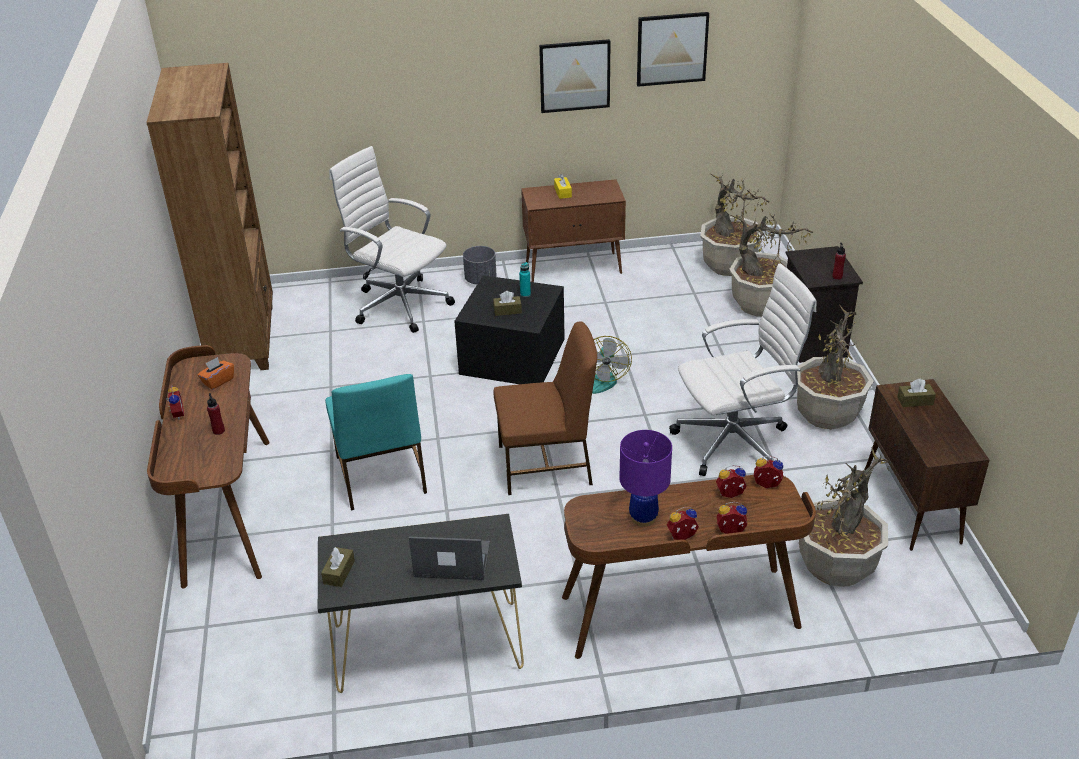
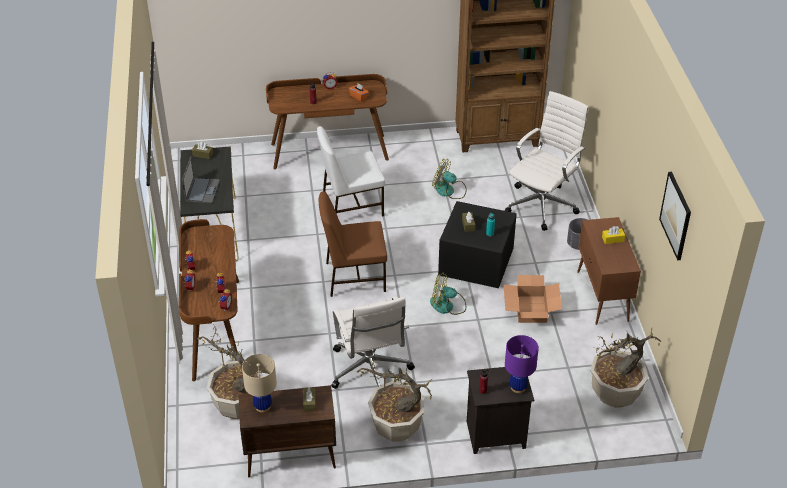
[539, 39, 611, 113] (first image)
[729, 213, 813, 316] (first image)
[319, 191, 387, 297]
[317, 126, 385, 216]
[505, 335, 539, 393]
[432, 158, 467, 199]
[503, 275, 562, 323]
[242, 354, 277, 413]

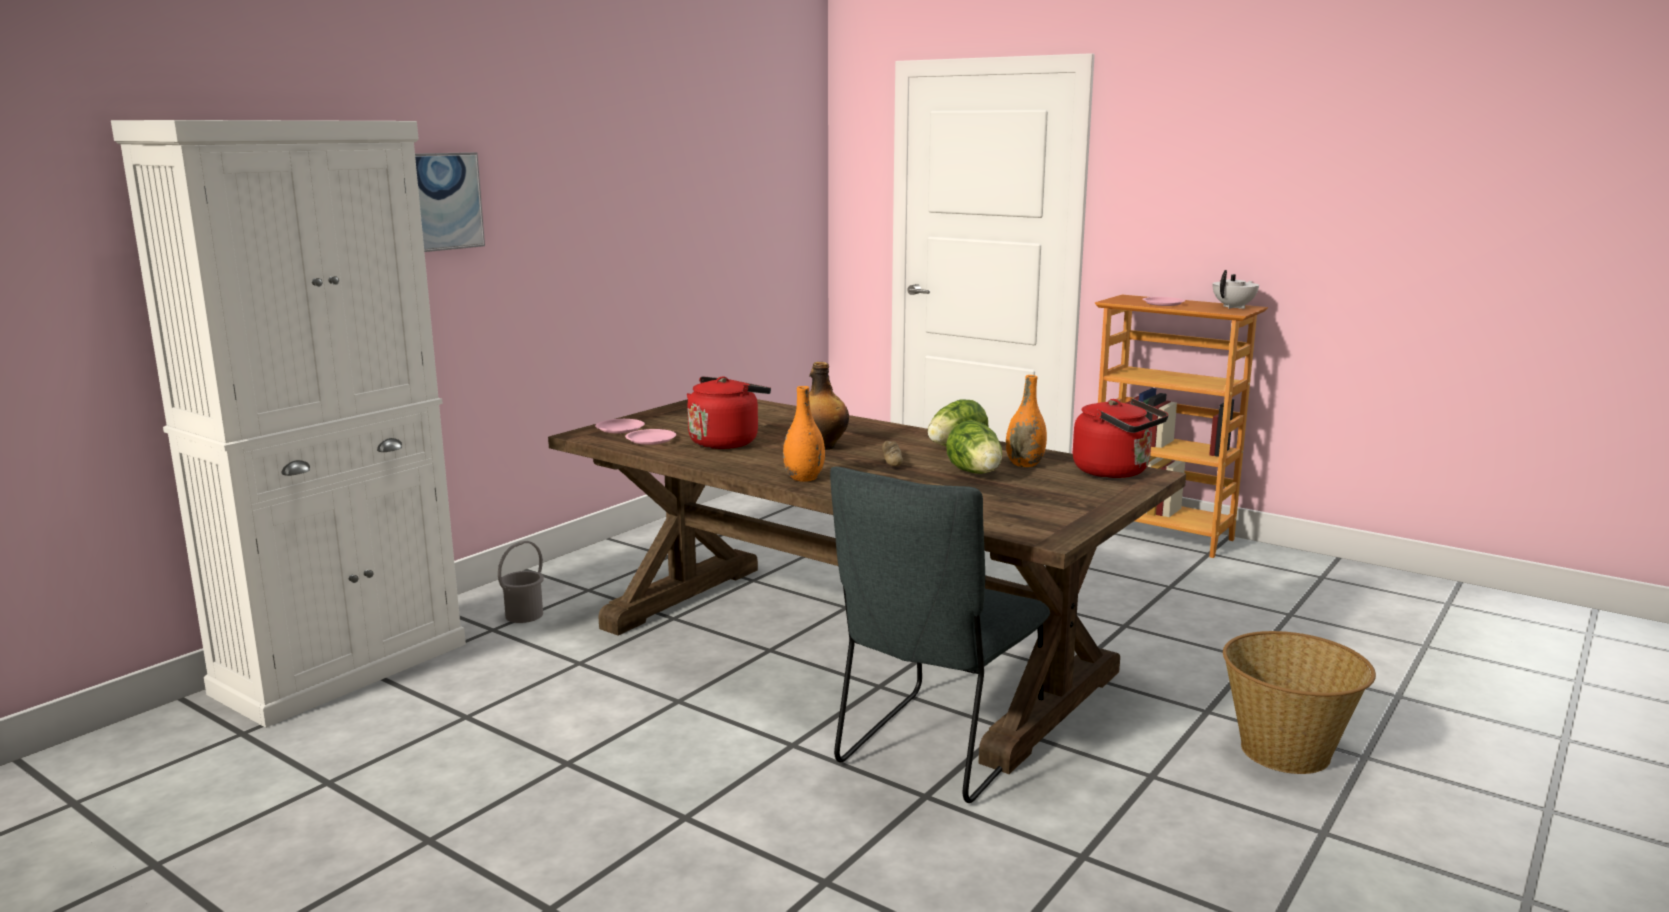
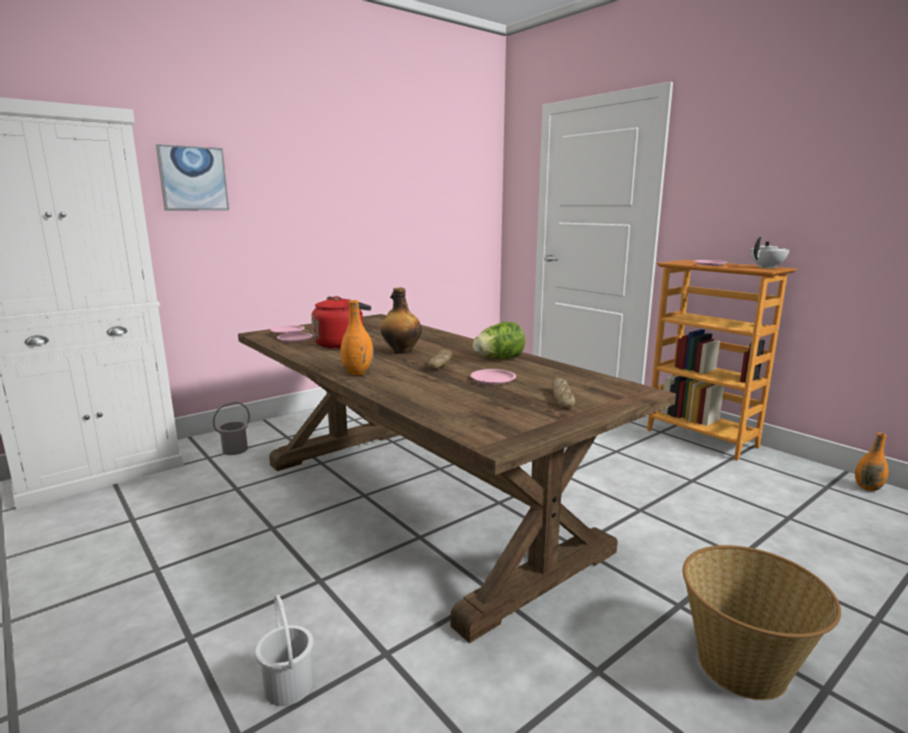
[855, 433, 888, 491]
[1073, 398, 1168, 478] (first image)
[470, 369, 516, 385]
[830, 467, 1050, 803] (first image)
[552, 378, 575, 409]
[255, 595, 313, 706]

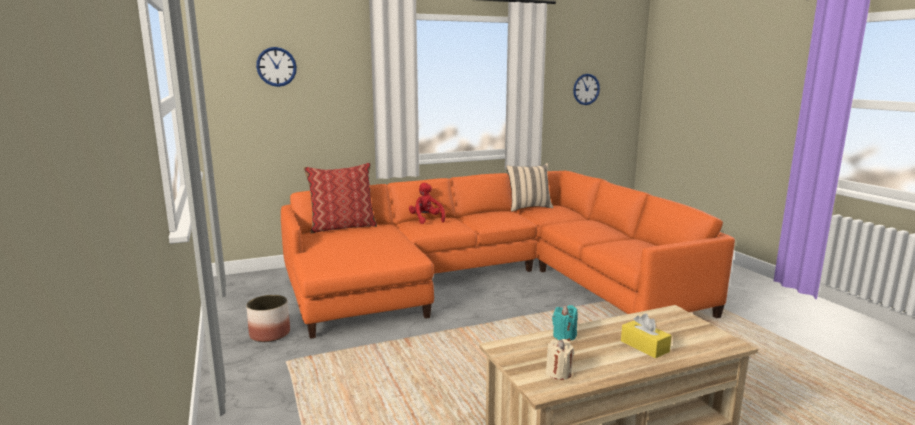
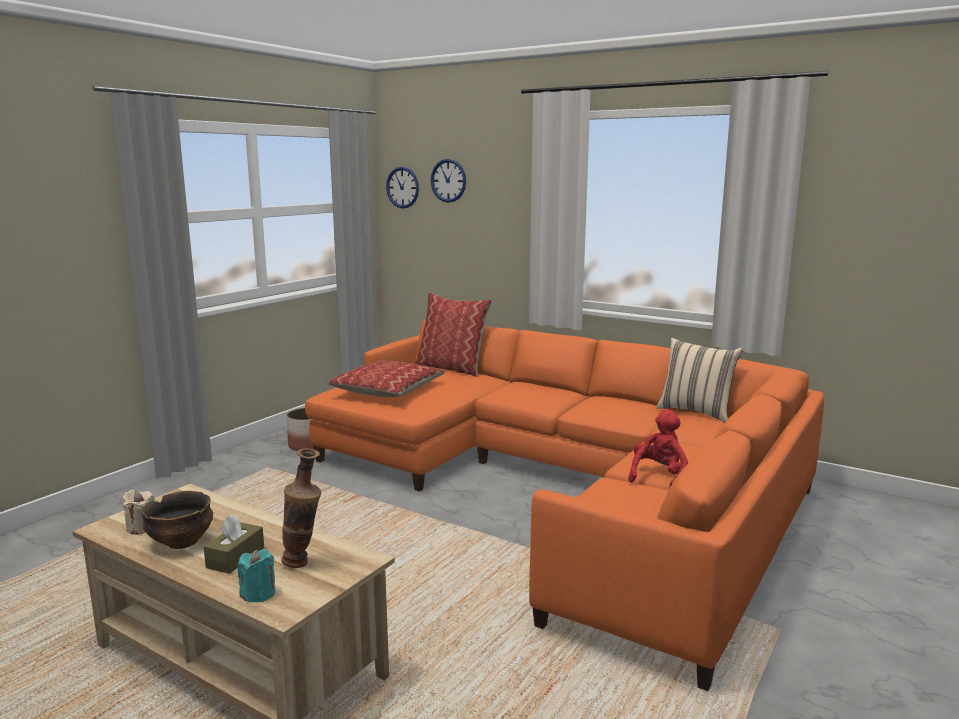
[386, 167, 419, 209]
[628, 409, 688, 489]
[237, 549, 275, 602]
[204, 514, 264, 574]
[327, 360, 445, 397]
[281, 449, 322, 568]
[140, 491, 213, 549]

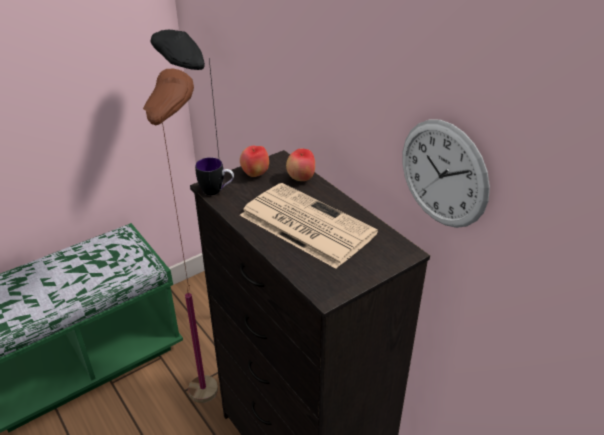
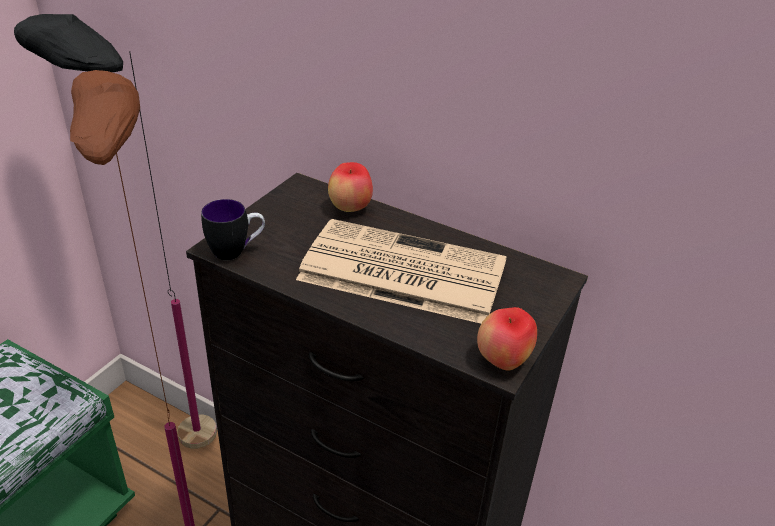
[402, 120, 490, 228] (first image)
[477, 307, 537, 371]

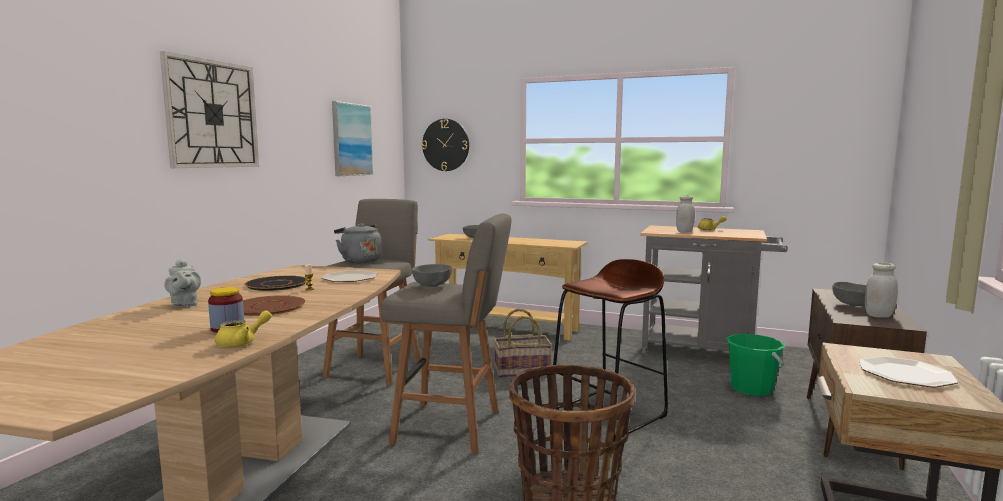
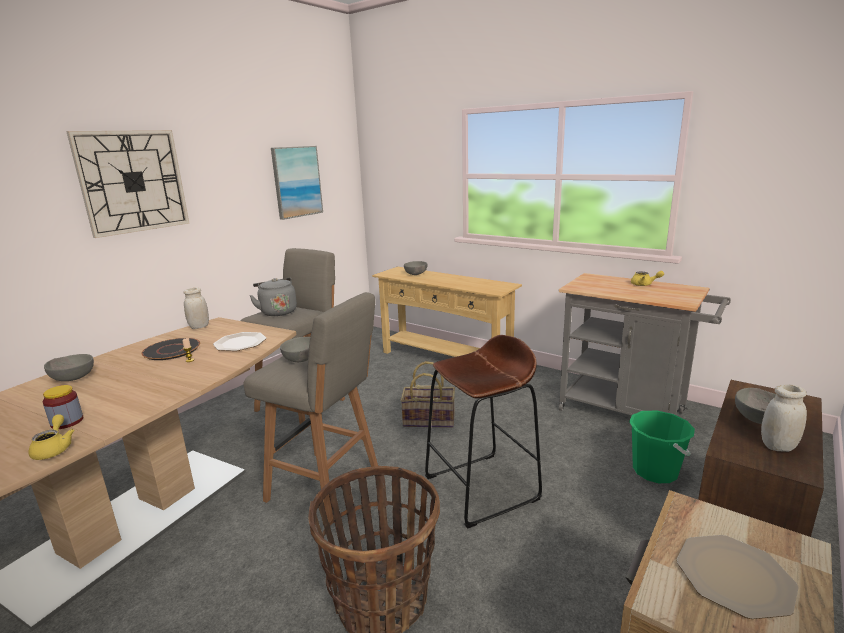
[422, 119, 469, 171] (first image)
[184, 288, 209, 329]
[44, 354, 94, 381]
[243, 295, 305, 316] (first image)
[28, 414, 74, 460]

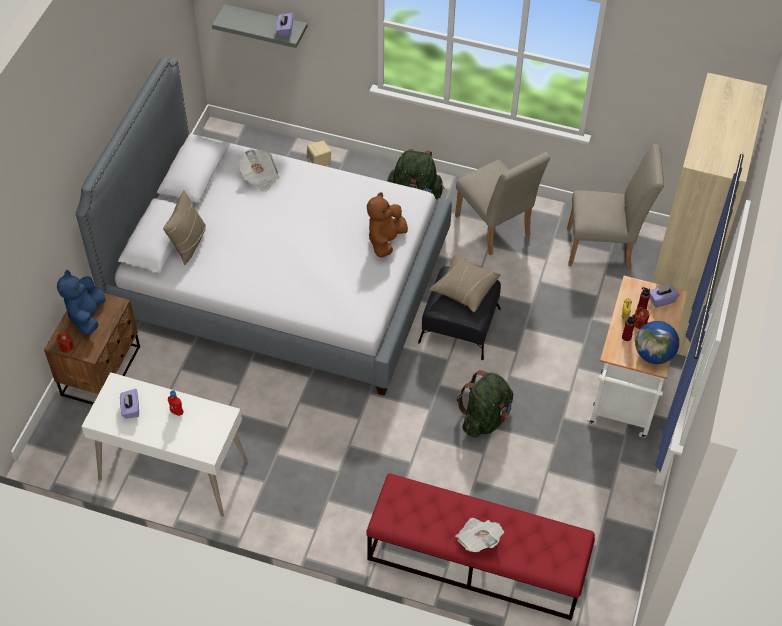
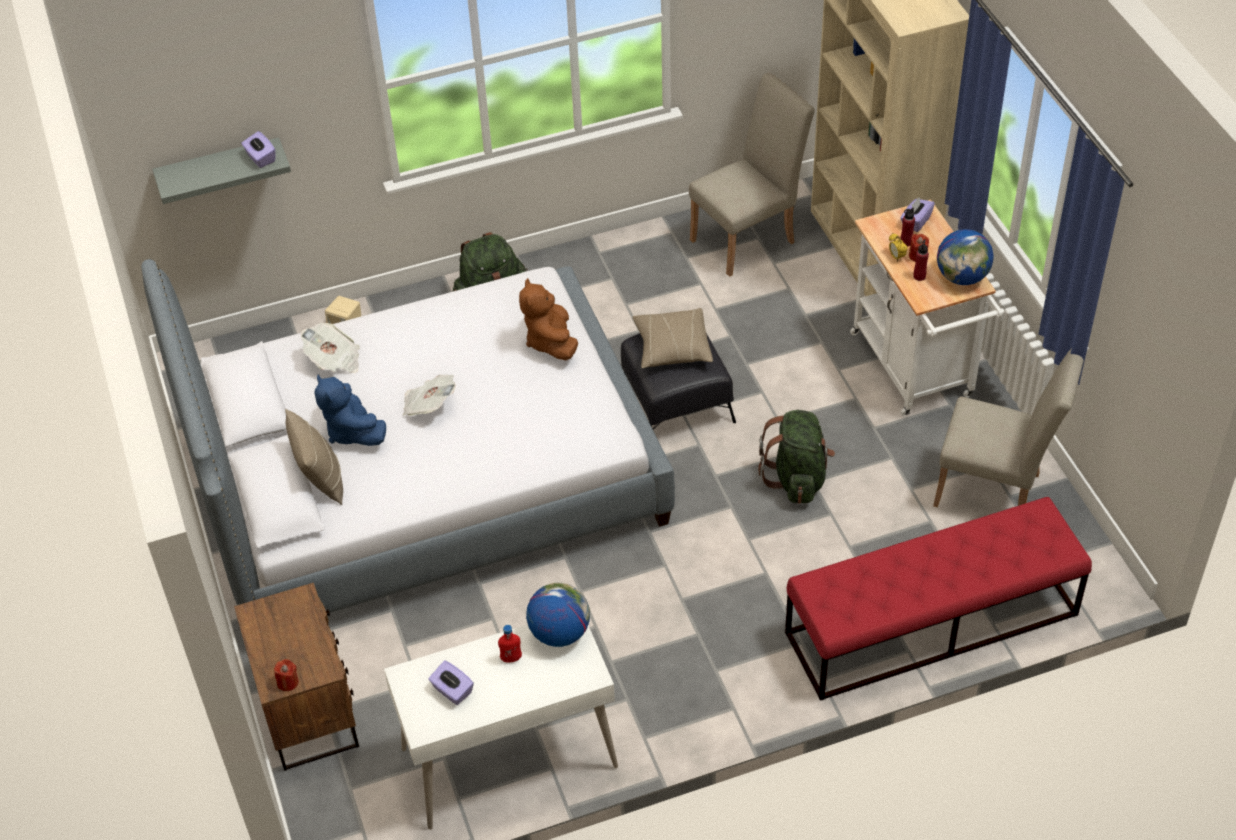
[933, 348, 1084, 507]
[314, 375, 386, 446]
[403, 375, 456, 416]
[526, 583, 590, 647]

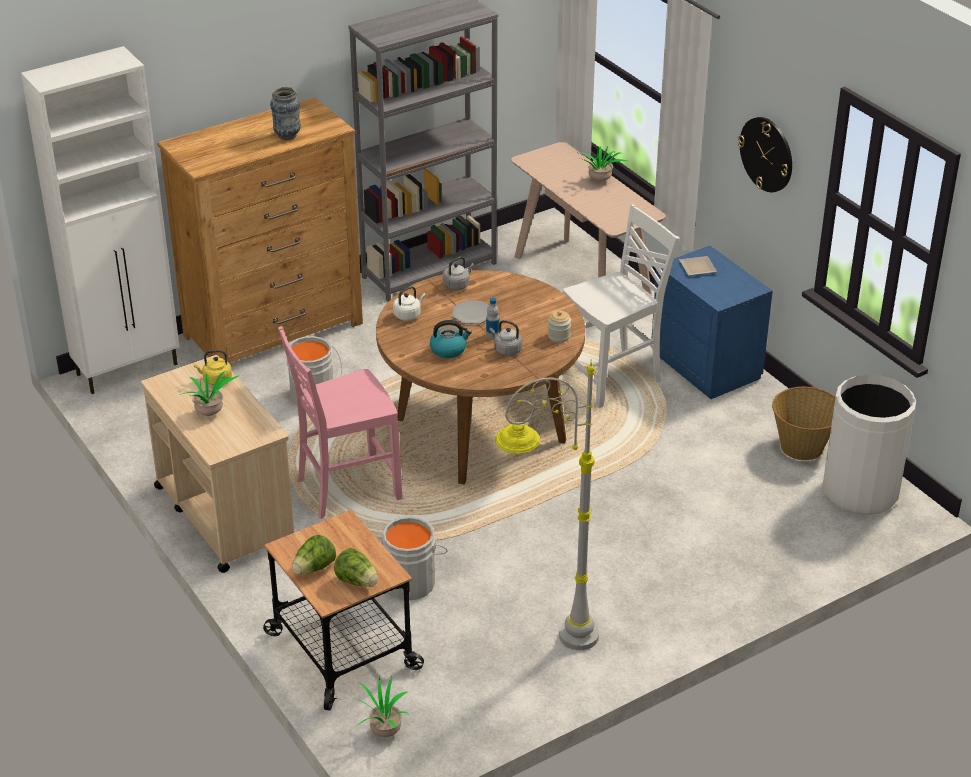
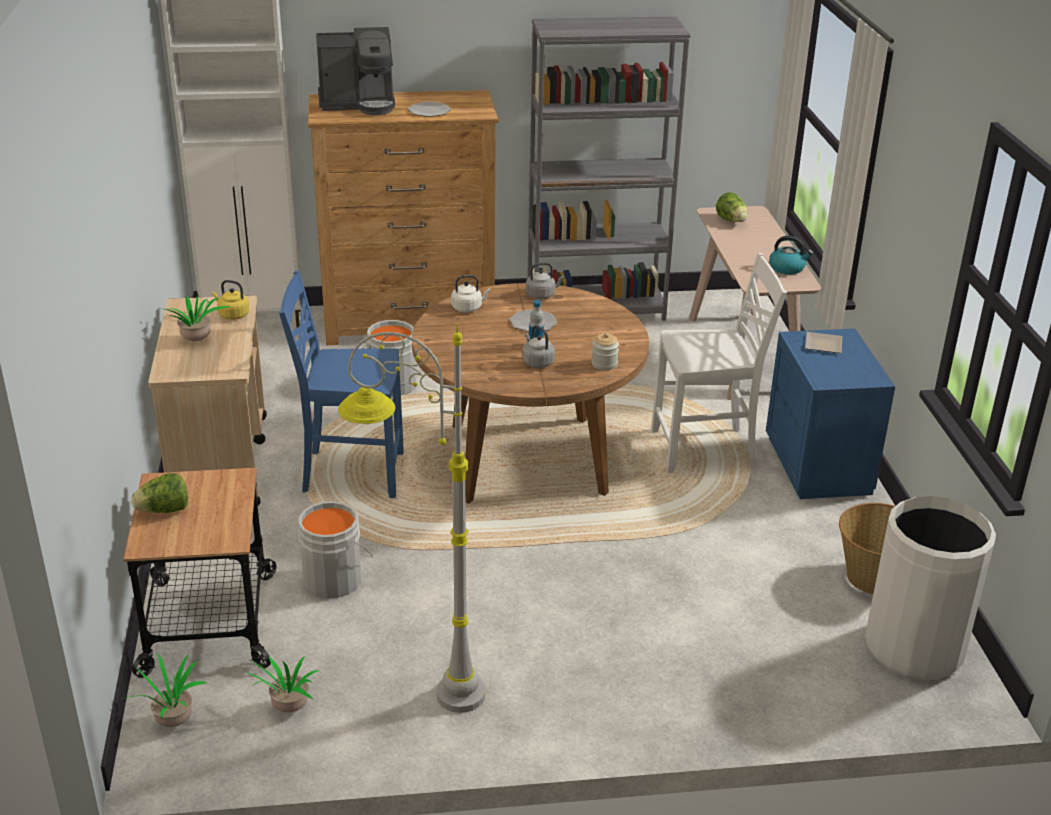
[408, 102, 451, 117]
[738, 117, 792, 192] (first image)
[244, 656, 321, 713]
[769, 235, 813, 275]
[279, 271, 404, 498]
[716, 192, 748, 222]
[316, 27, 395, 115]

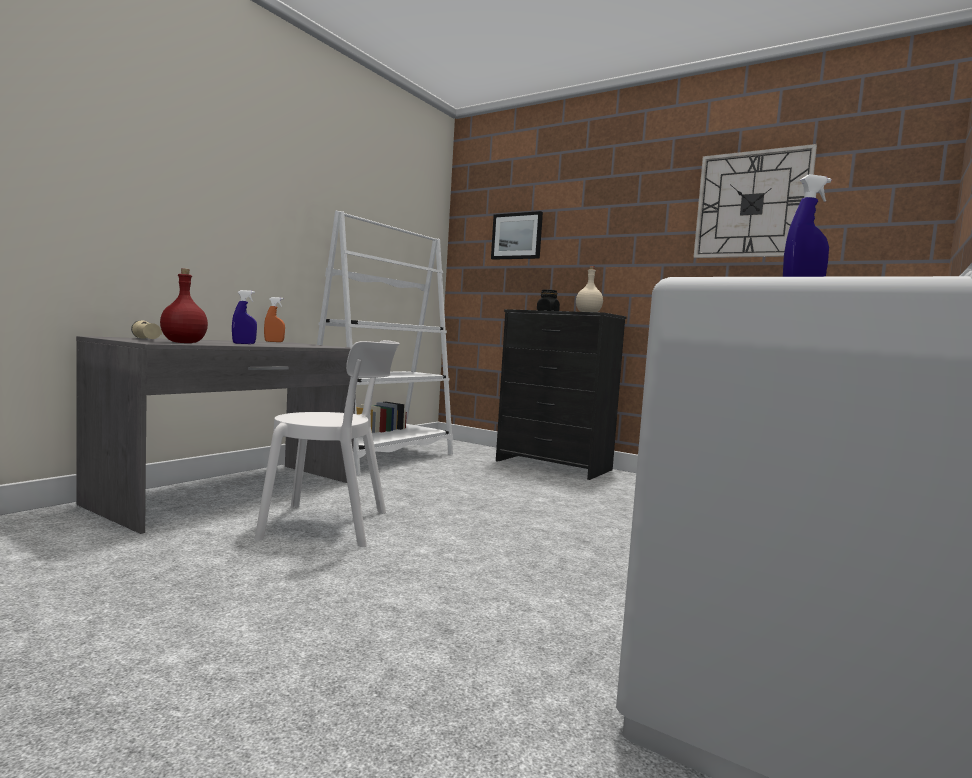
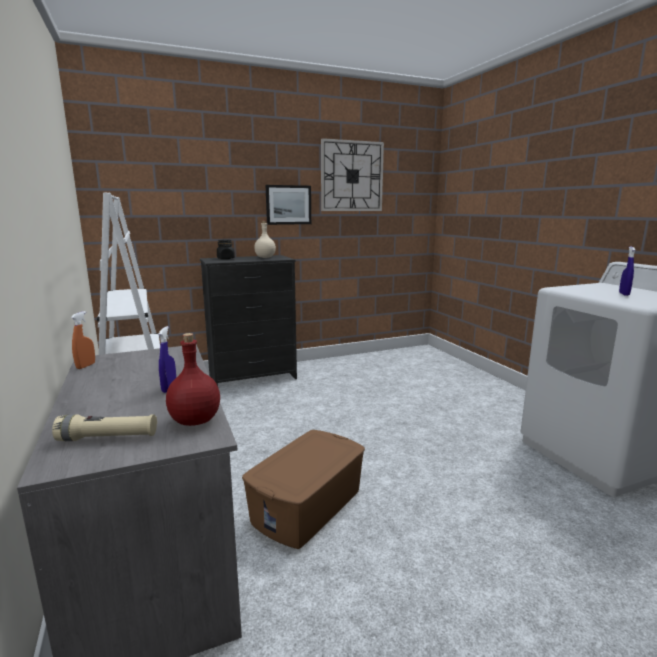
[266, 185, 311, 225]
[242, 430, 365, 549]

